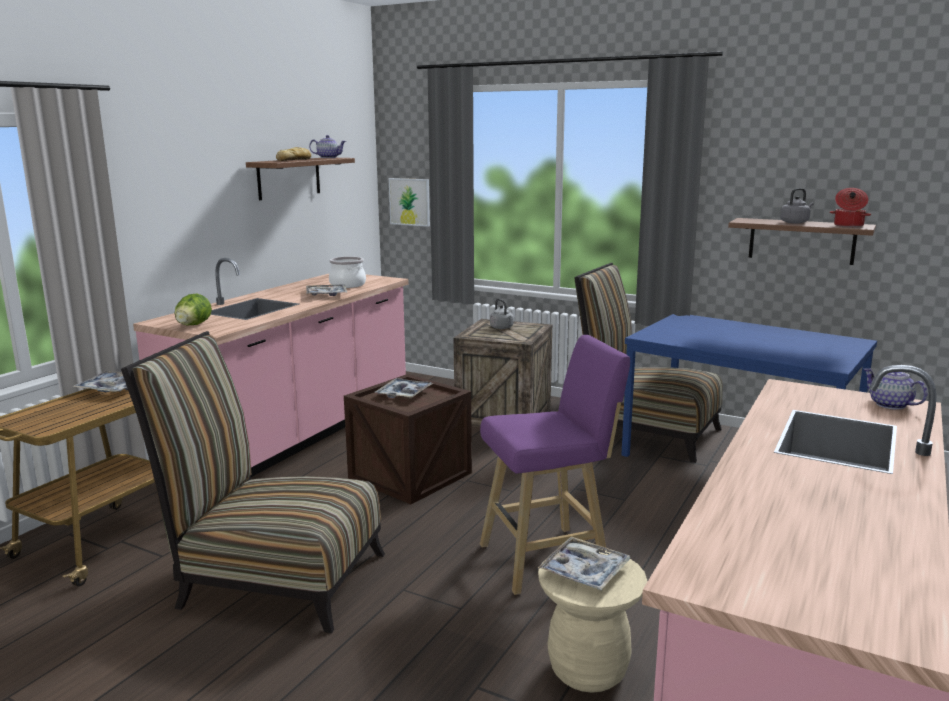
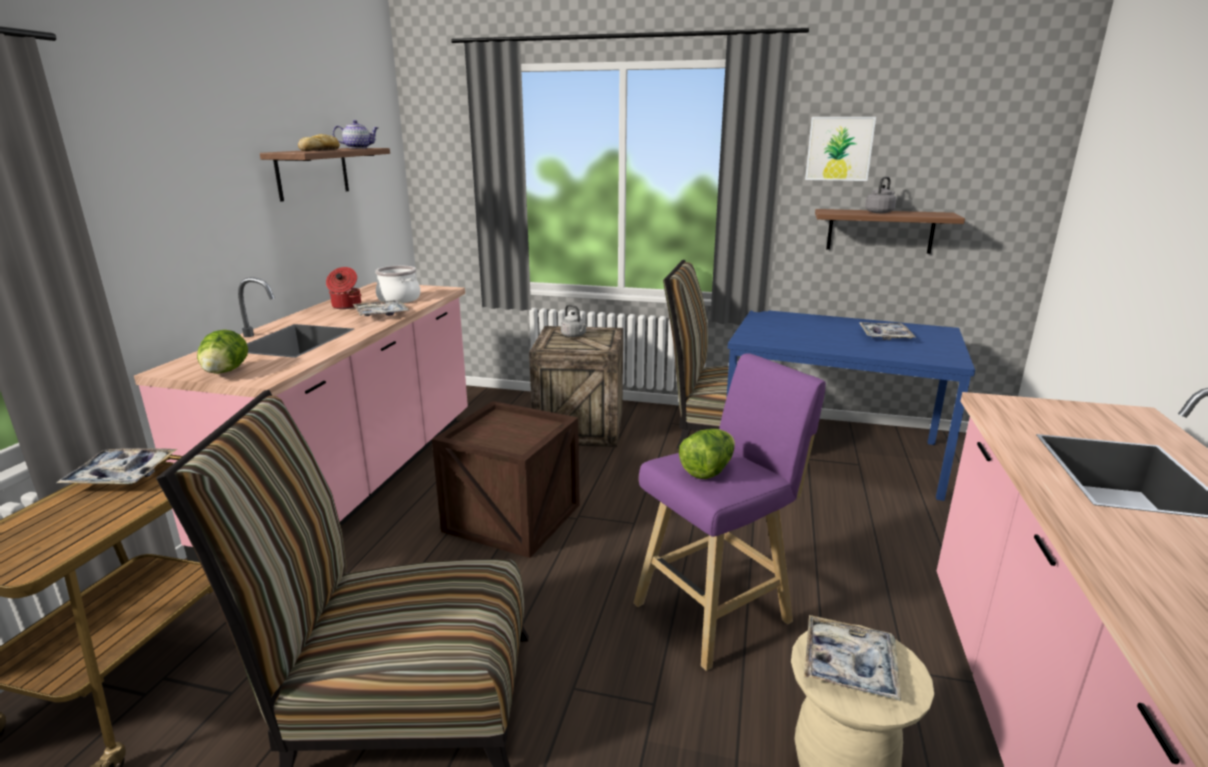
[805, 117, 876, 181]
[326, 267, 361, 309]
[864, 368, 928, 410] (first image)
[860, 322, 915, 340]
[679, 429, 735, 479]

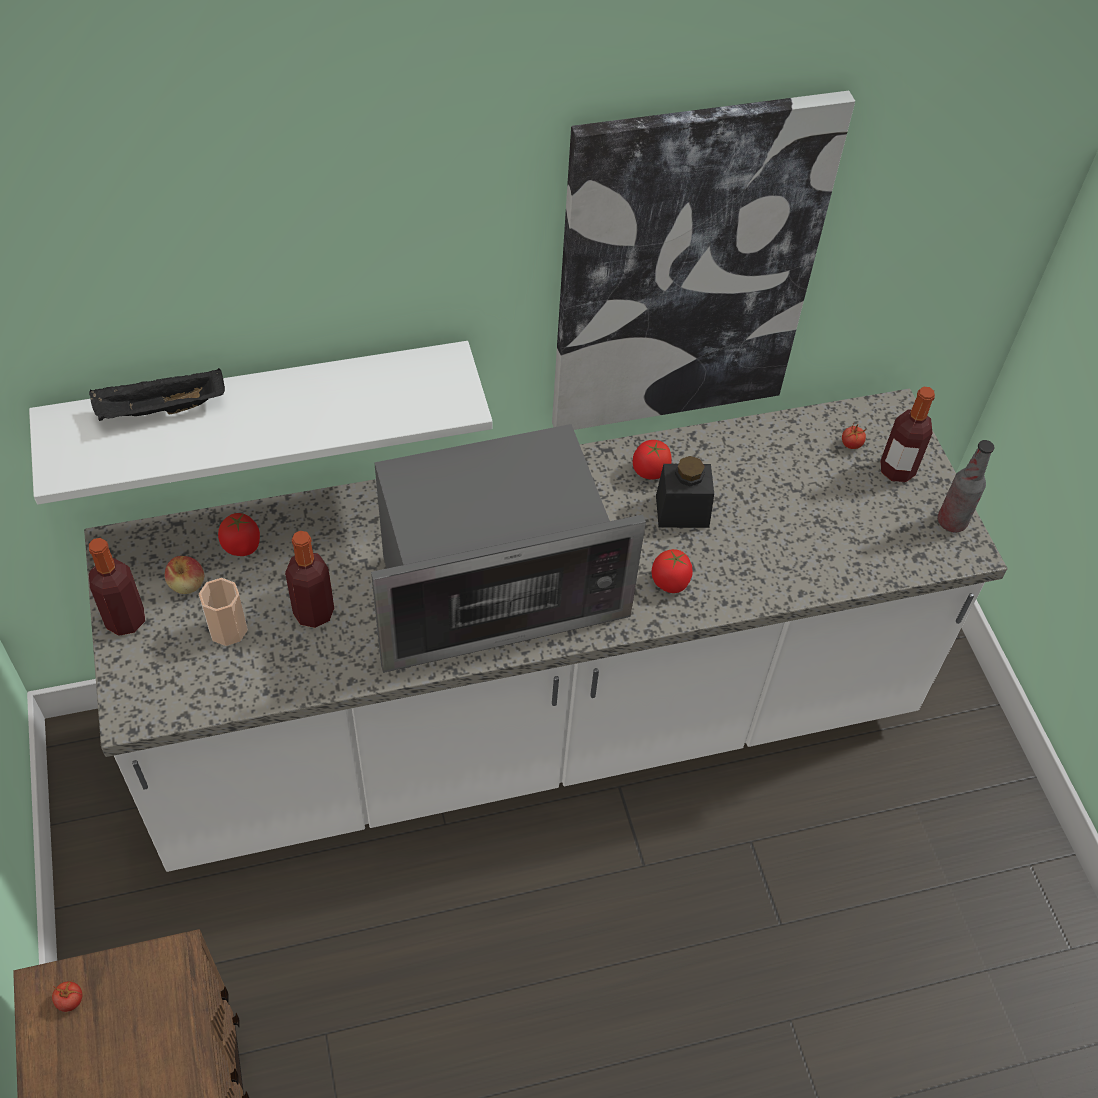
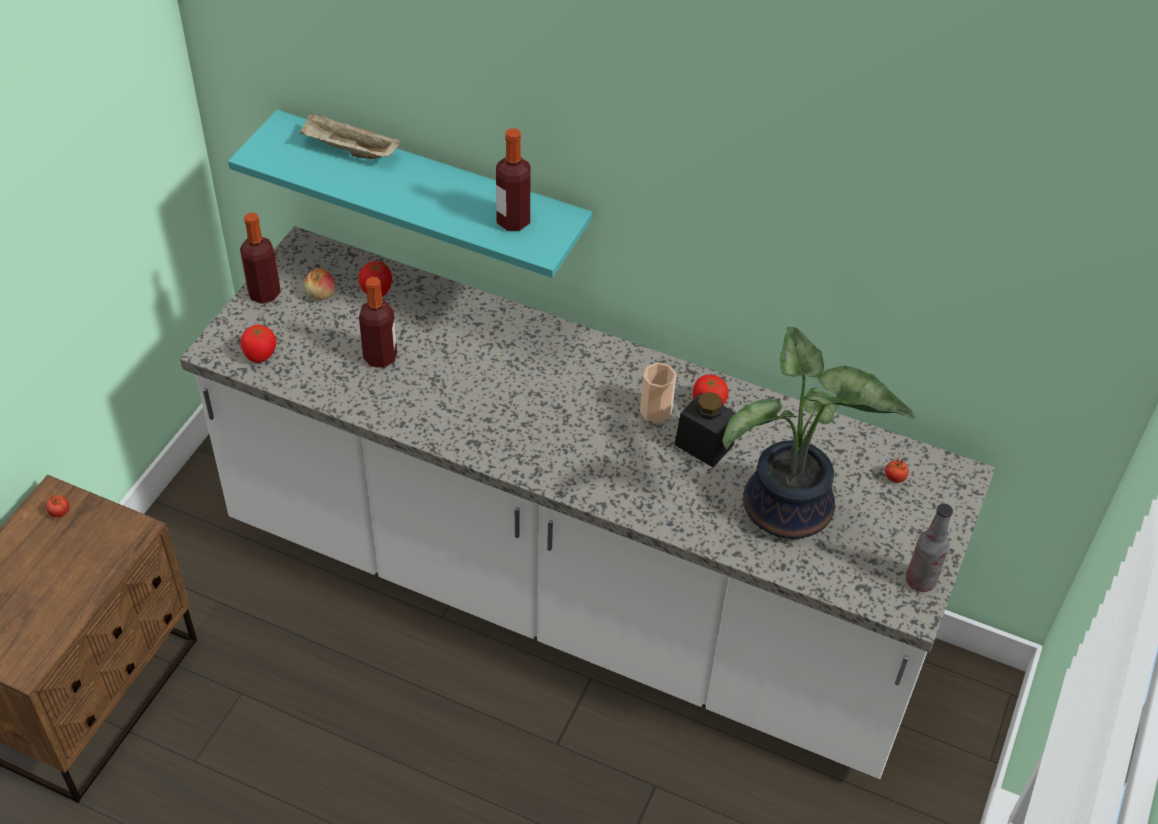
[552, 91, 855, 430] (first image)
[228, 110, 592, 278]
[300, 112, 401, 159]
[496, 128, 530, 231]
[371, 424, 646, 673] (first image)
[240, 325, 276, 363]
[640, 363, 676, 423]
[722, 326, 915, 539]

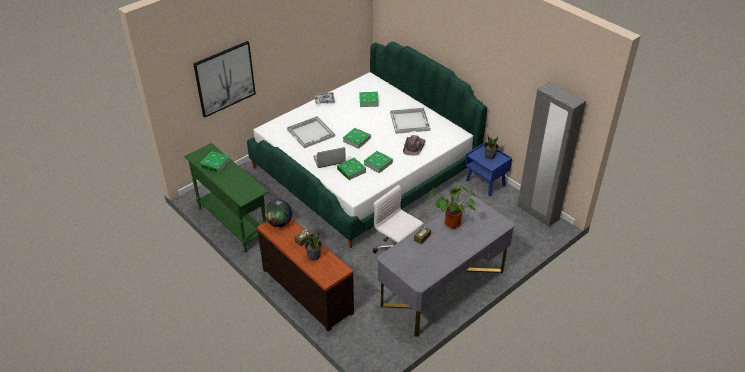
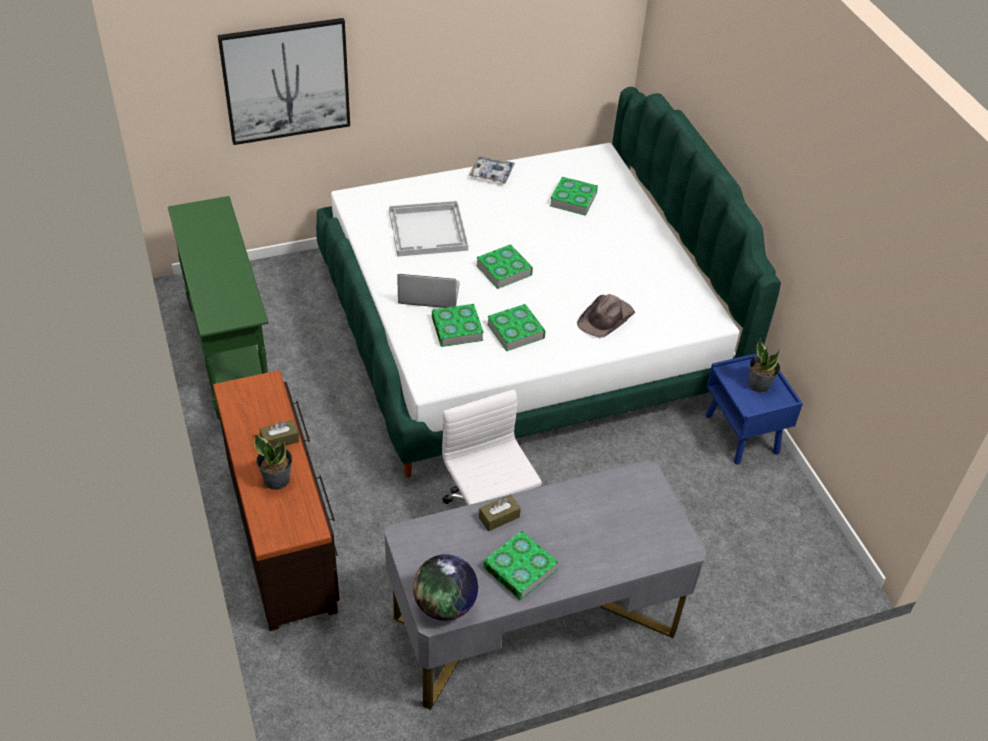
[518, 82, 586, 227] (first image)
[390, 108, 430, 134] (first image)
[483, 531, 558, 600]
[427, 186, 477, 229] (first image)
[413, 554, 478, 621]

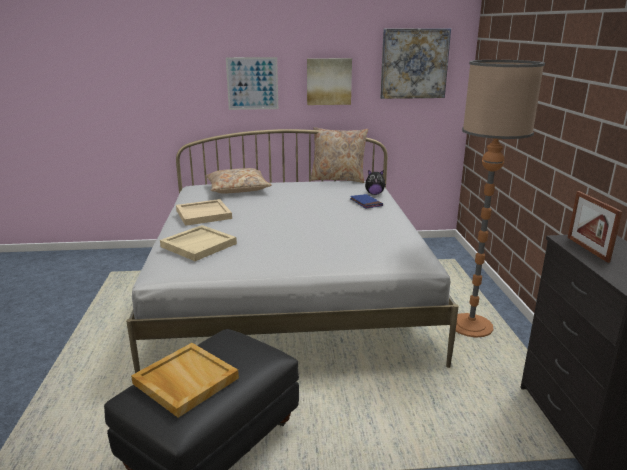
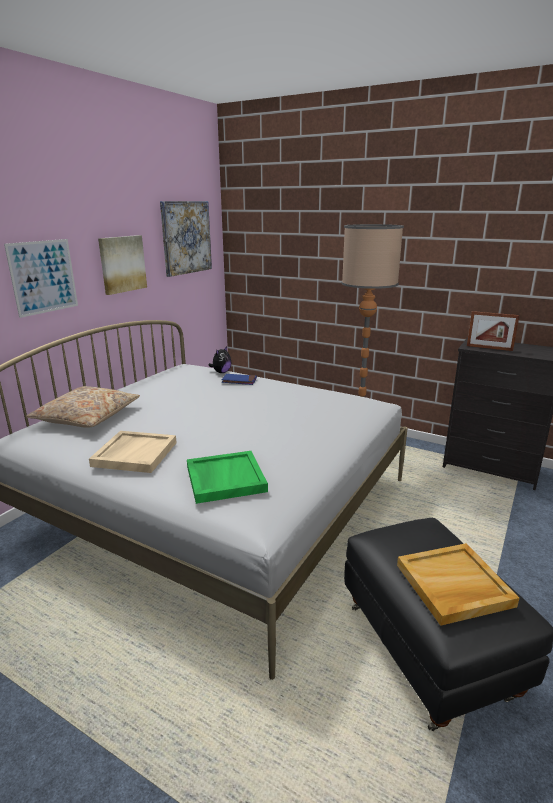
[310, 127, 368, 183] (first image)
[187, 451, 268, 504]

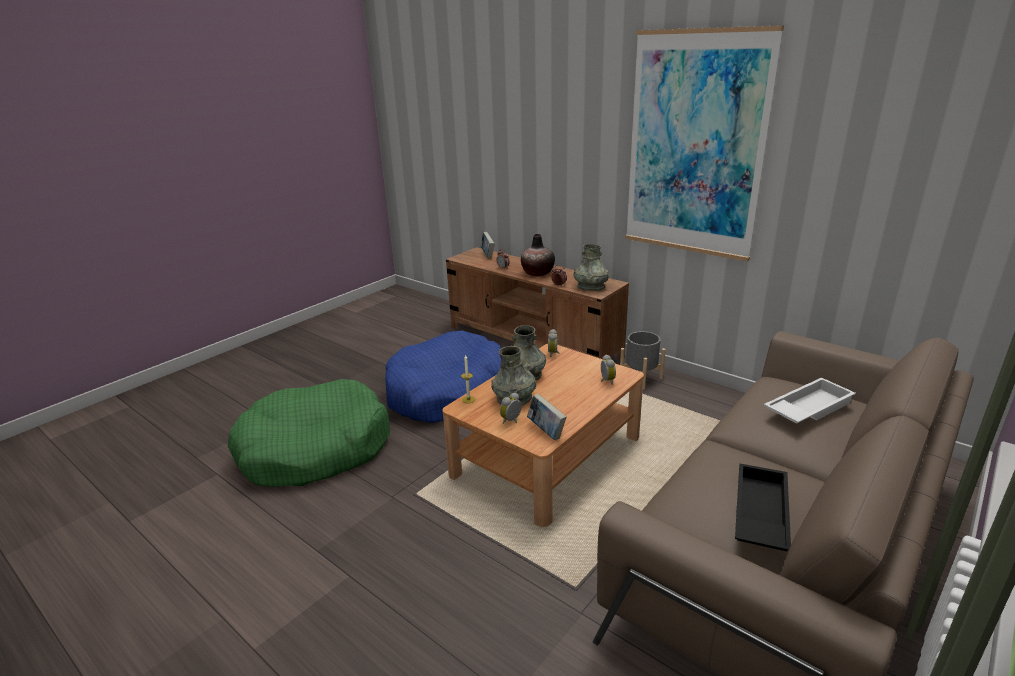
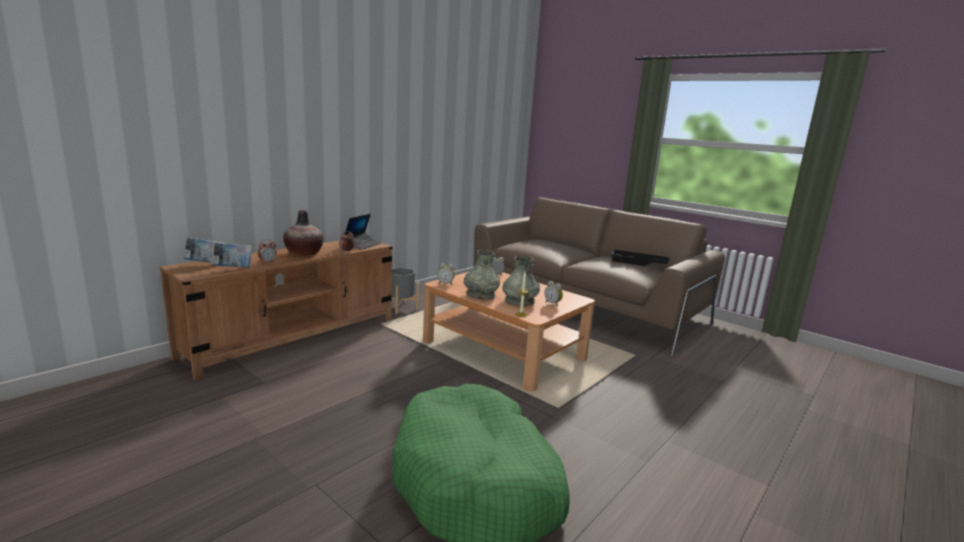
[625, 25, 784, 262] (first image)
[344, 214, 381, 250]
[385, 330, 501, 423] (first image)
[764, 377, 856, 424] (first image)
[211, 243, 252, 267]

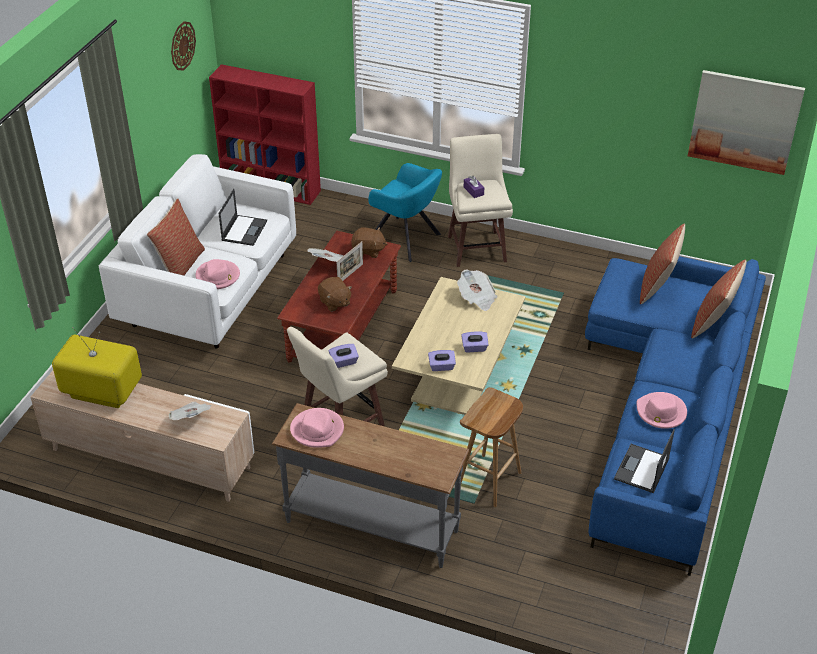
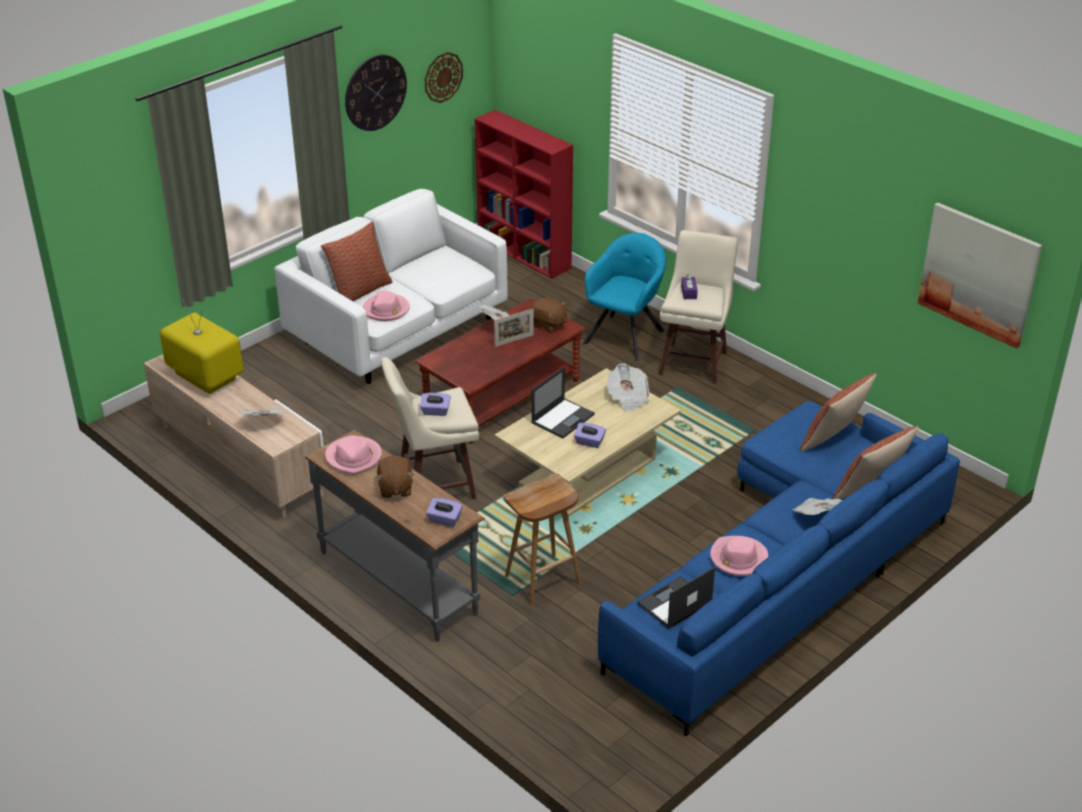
[583, 233, 666, 361]
[531, 367, 595, 438]
[376, 456, 414, 498]
[426, 498, 463, 527]
[345, 55, 407, 131]
[792, 498, 842, 515]

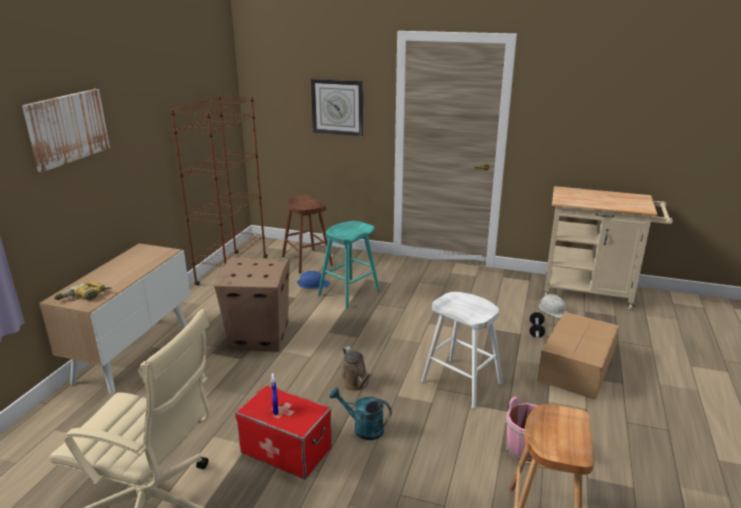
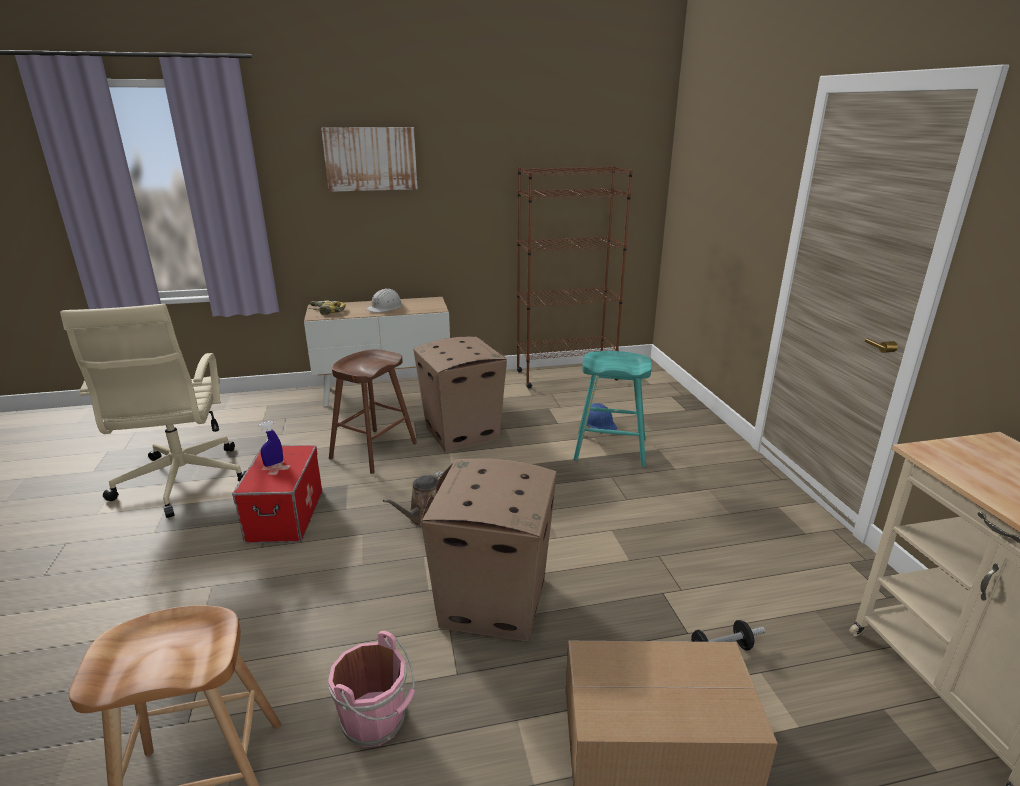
[311, 79, 363, 136] (first image)
[329, 349, 417, 474]
[421, 458, 556, 641]
[366, 288, 402, 313]
[329, 387, 392, 440] (first image)

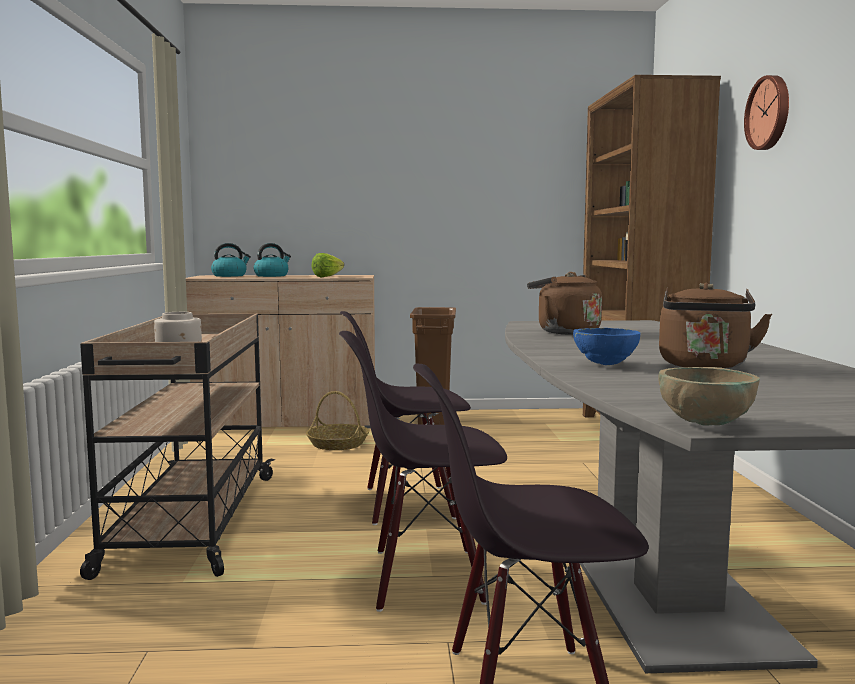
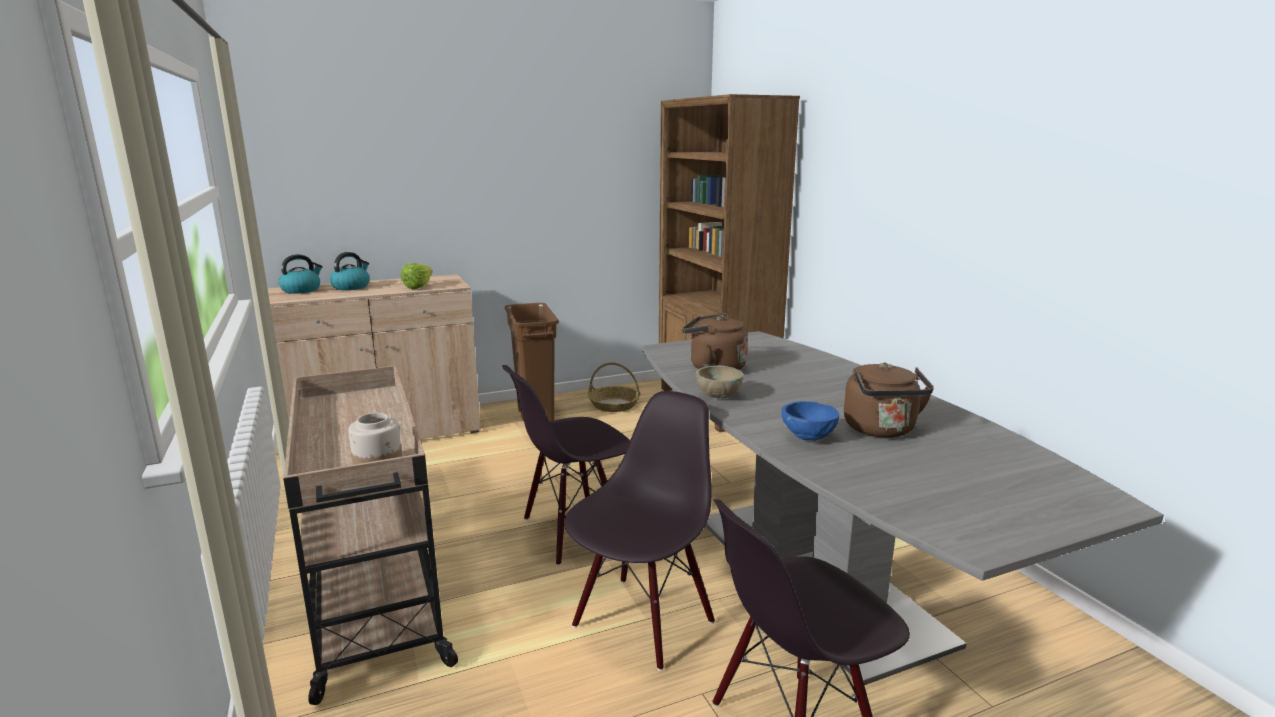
[744, 75, 789, 150] (first image)
[564, 391, 715, 671]
[696, 365, 743, 398]
[588, 362, 640, 412]

